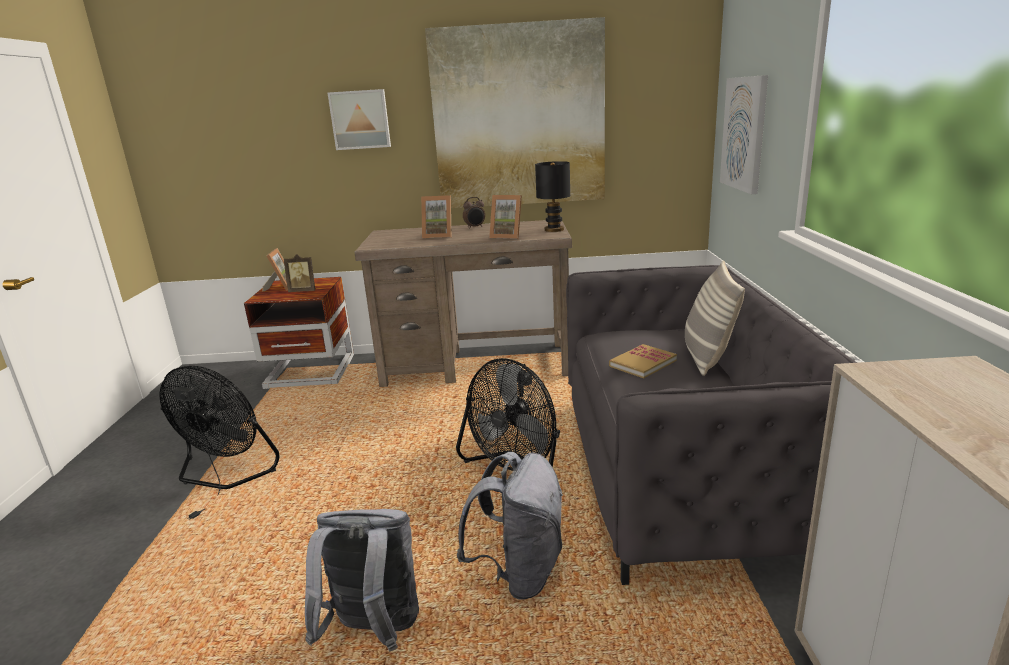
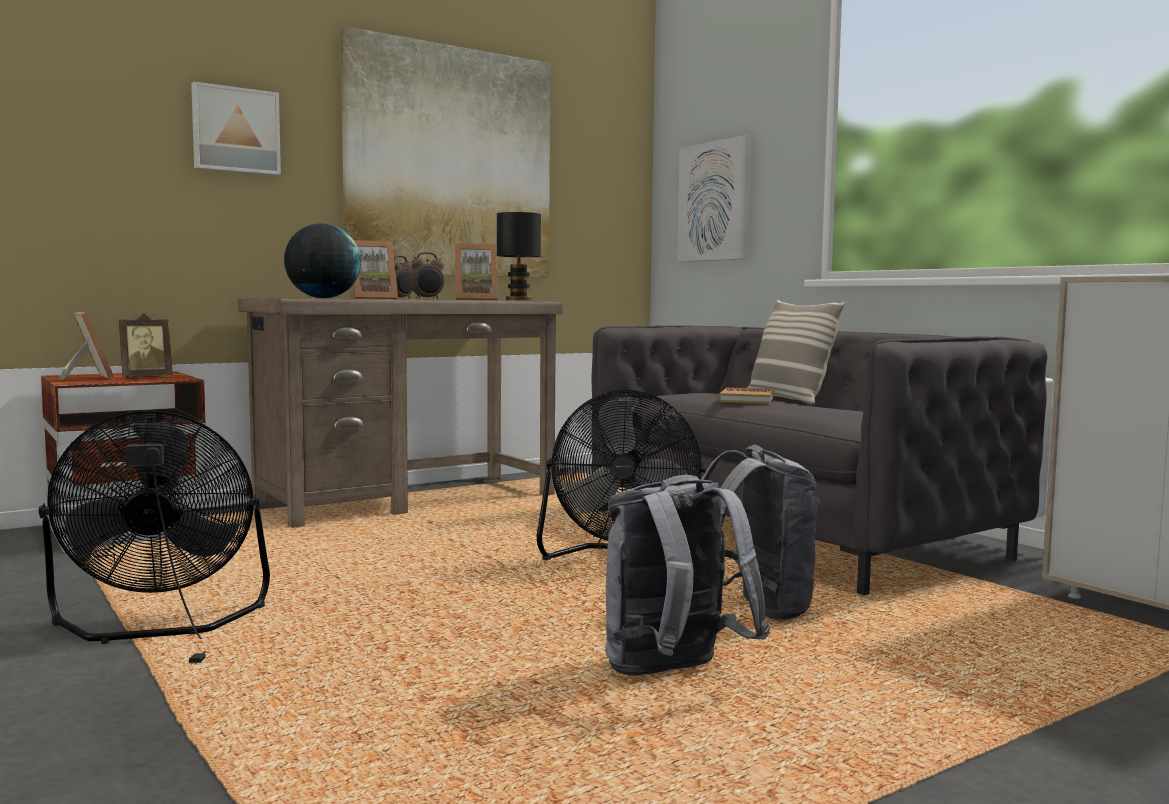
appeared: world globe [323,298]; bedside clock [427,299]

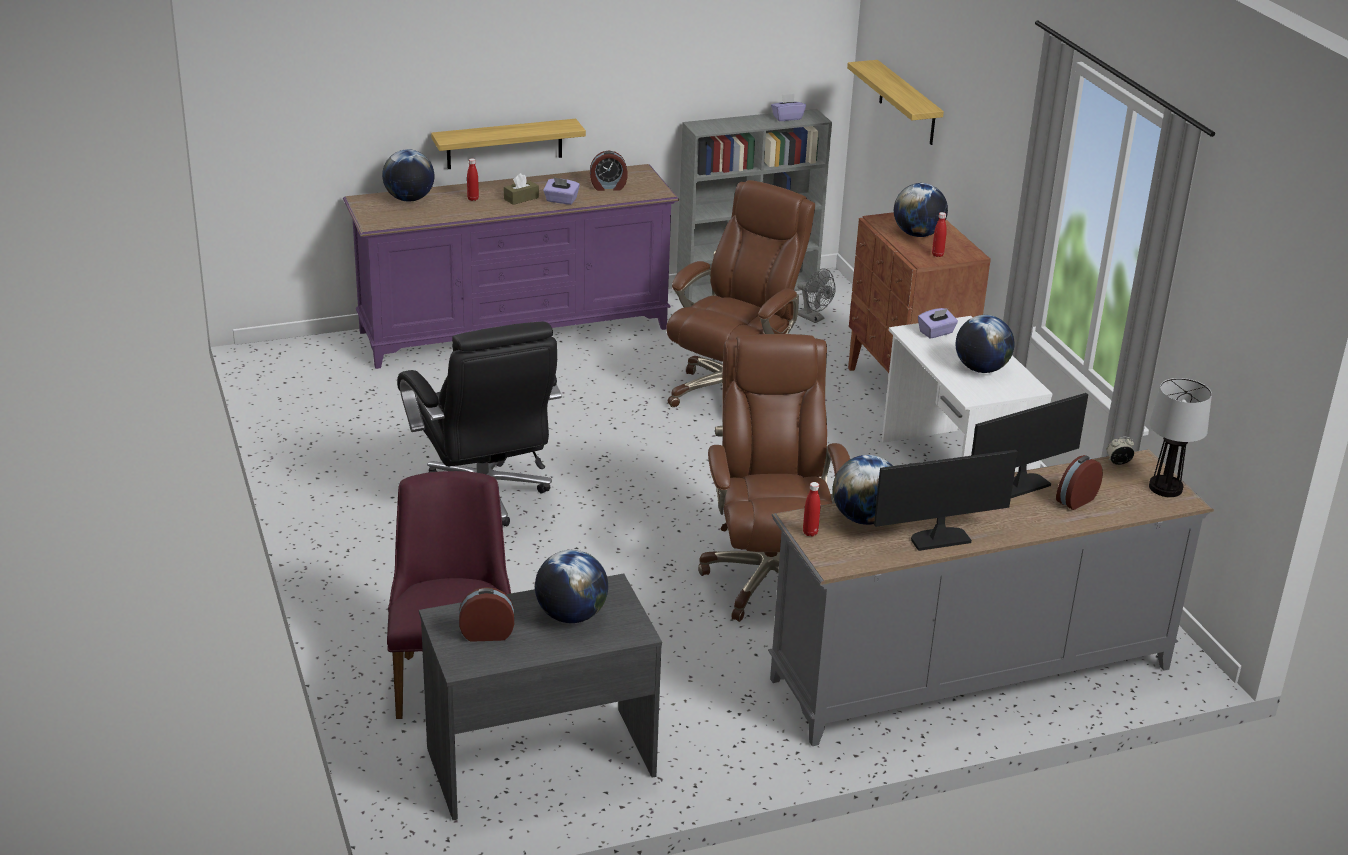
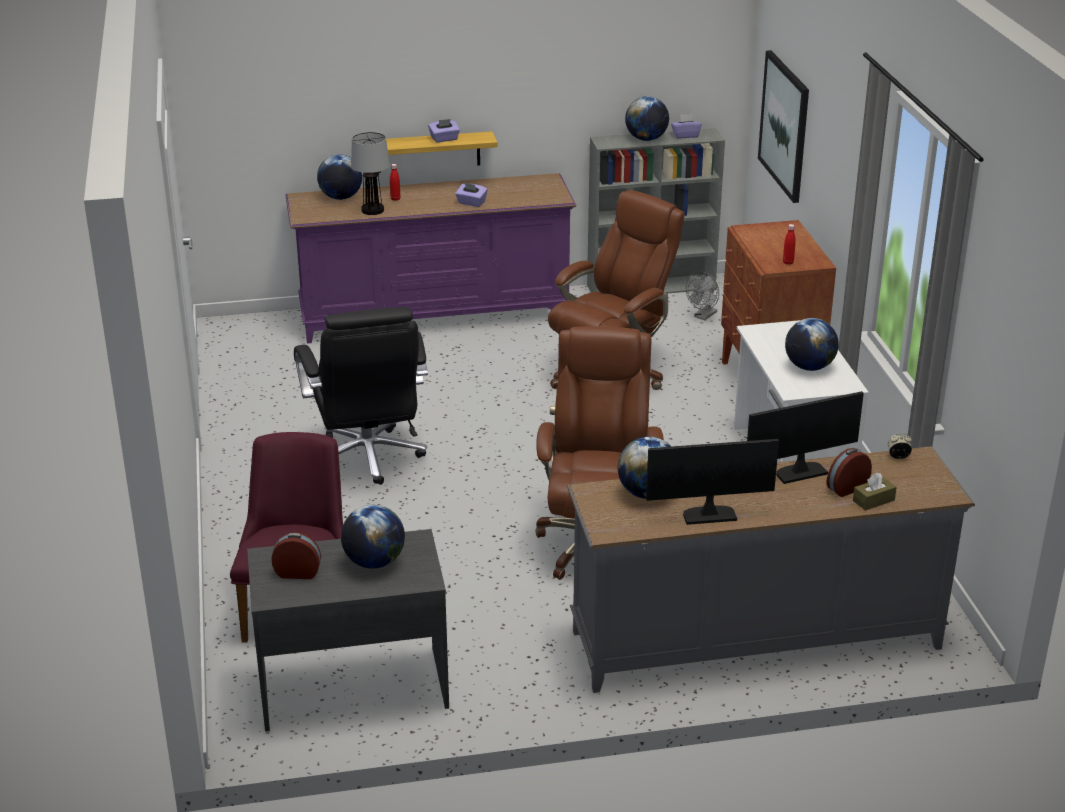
missing: bedside clock [608,187]; red-coloured beverage bottle [810,533]
relocated: brown box of tissues [521,198] to [873,500]; world globe [918,234] to [646,139]; purple-coloured box of tissues [936,333] to [444,139]; tabletop lamp [1166,488] to [372,210]
exchanged: shelf [907,103] to wall art [784,125]
spun: greyish fan [814,318] = [703,316] 75 degrees clockwise

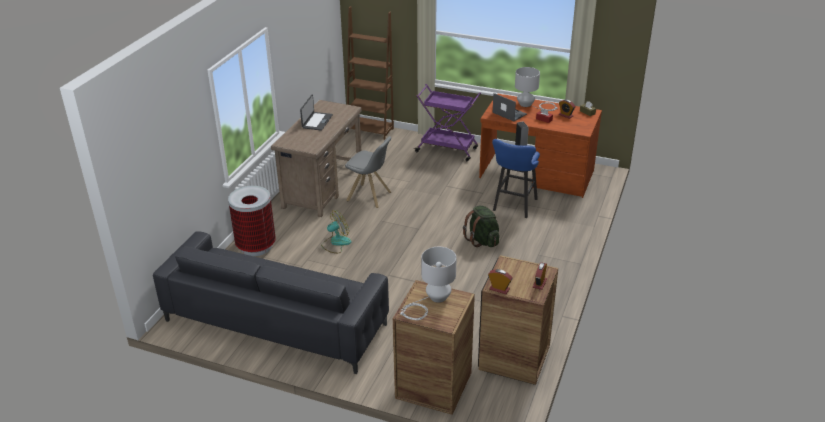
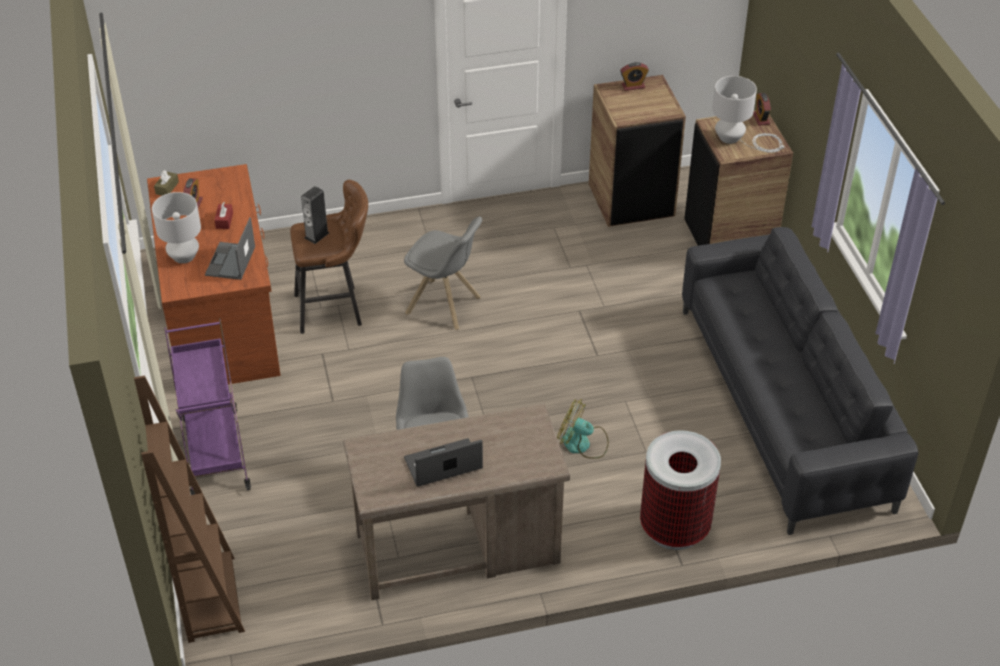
relocated: bedside clock [499,289] to [761,118]
exchanged: green-coloured rucksack [482,240] to greyish chair [444,305]
colour: bluish stool [513,207] to brown stool [337,308]

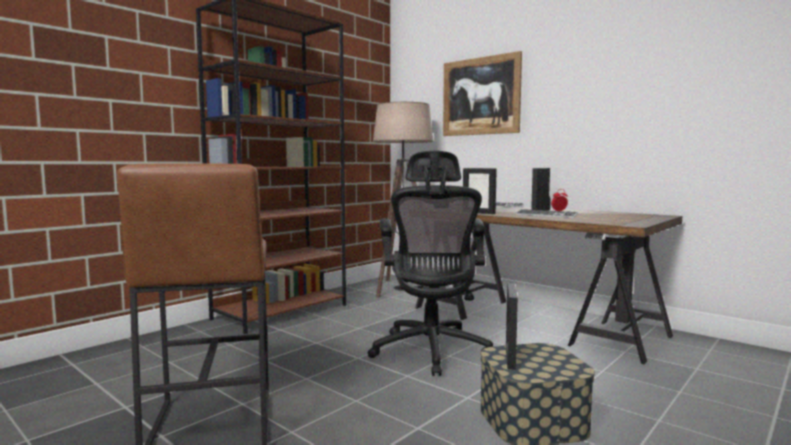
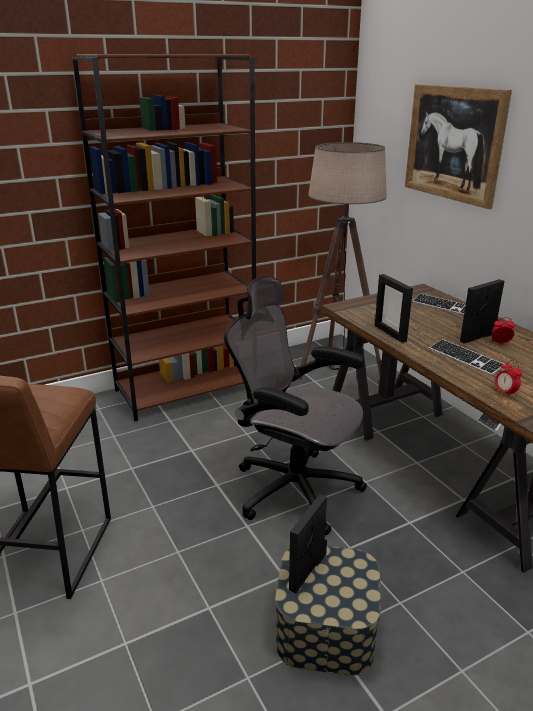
appeared: bedside clock [505,393]
spun: desk chair [430,351] = [295,491] 105 degrees clockwise

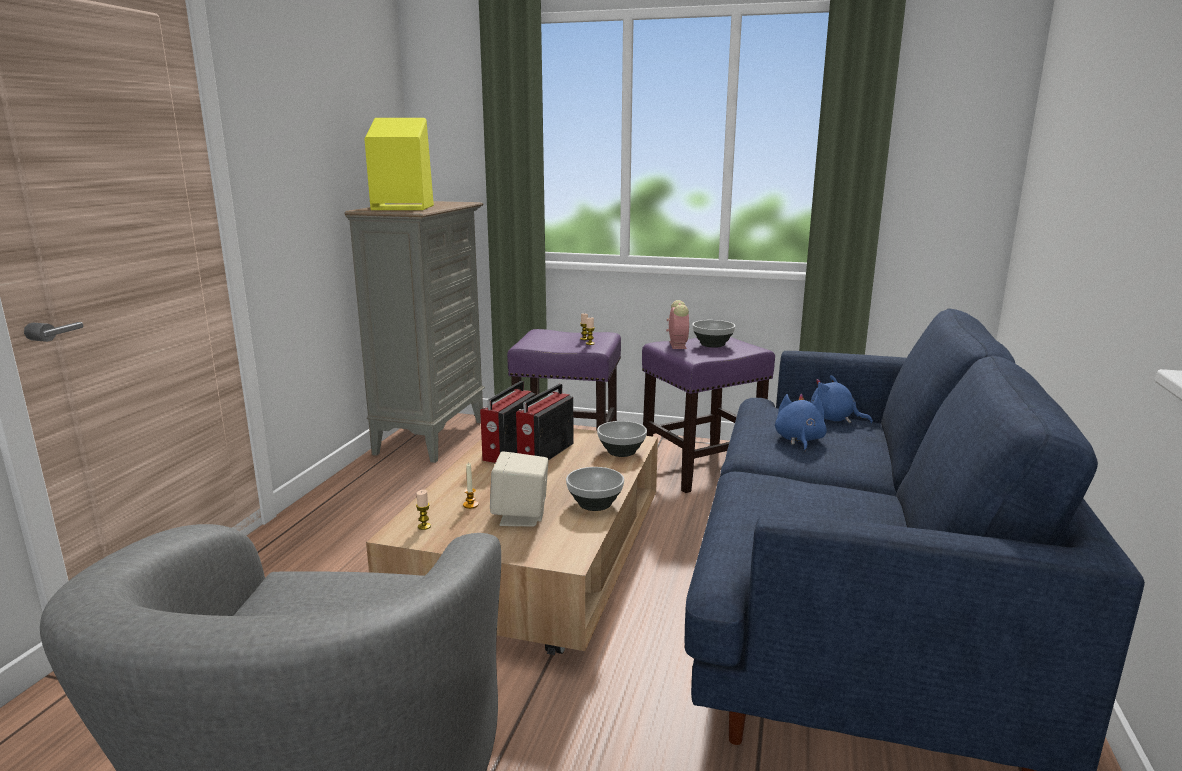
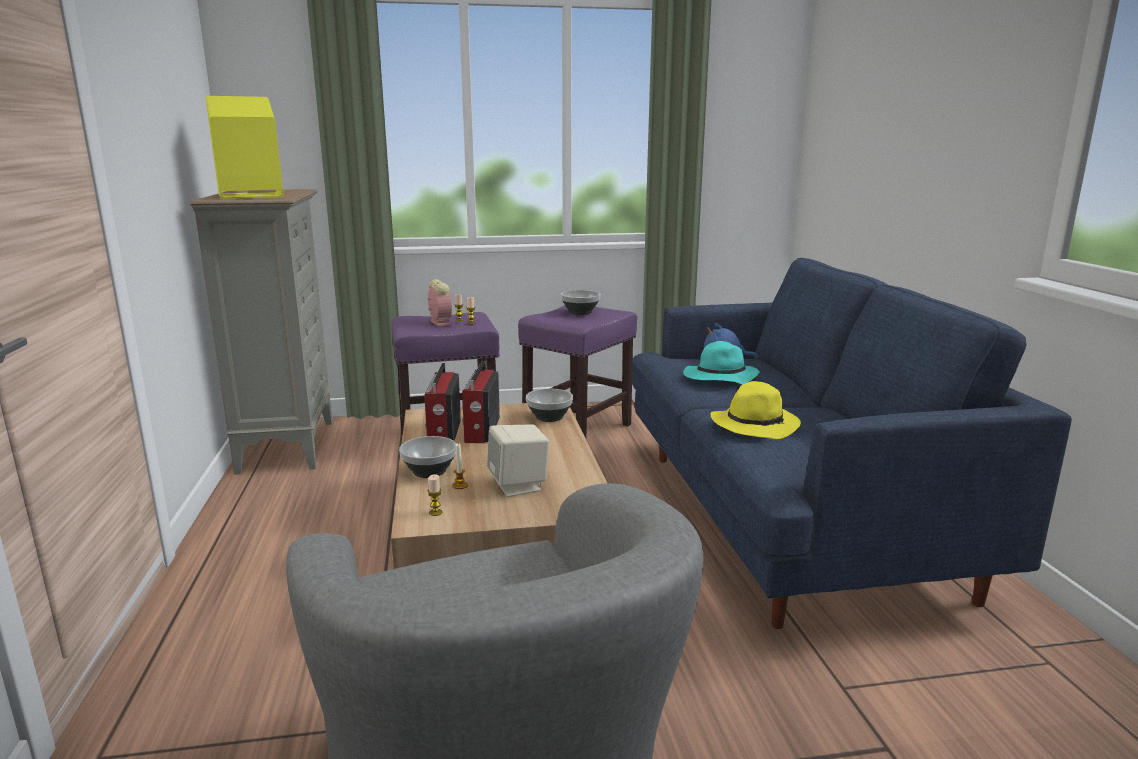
appeared: yellow wearable hat [755,425]
relocated: bedside clock [677,345] to [439,322]; deep dish [595,503] to [430,471]
exchanged: bluish cuddly toy [799,440] to turquoise wearable hat [719,378]

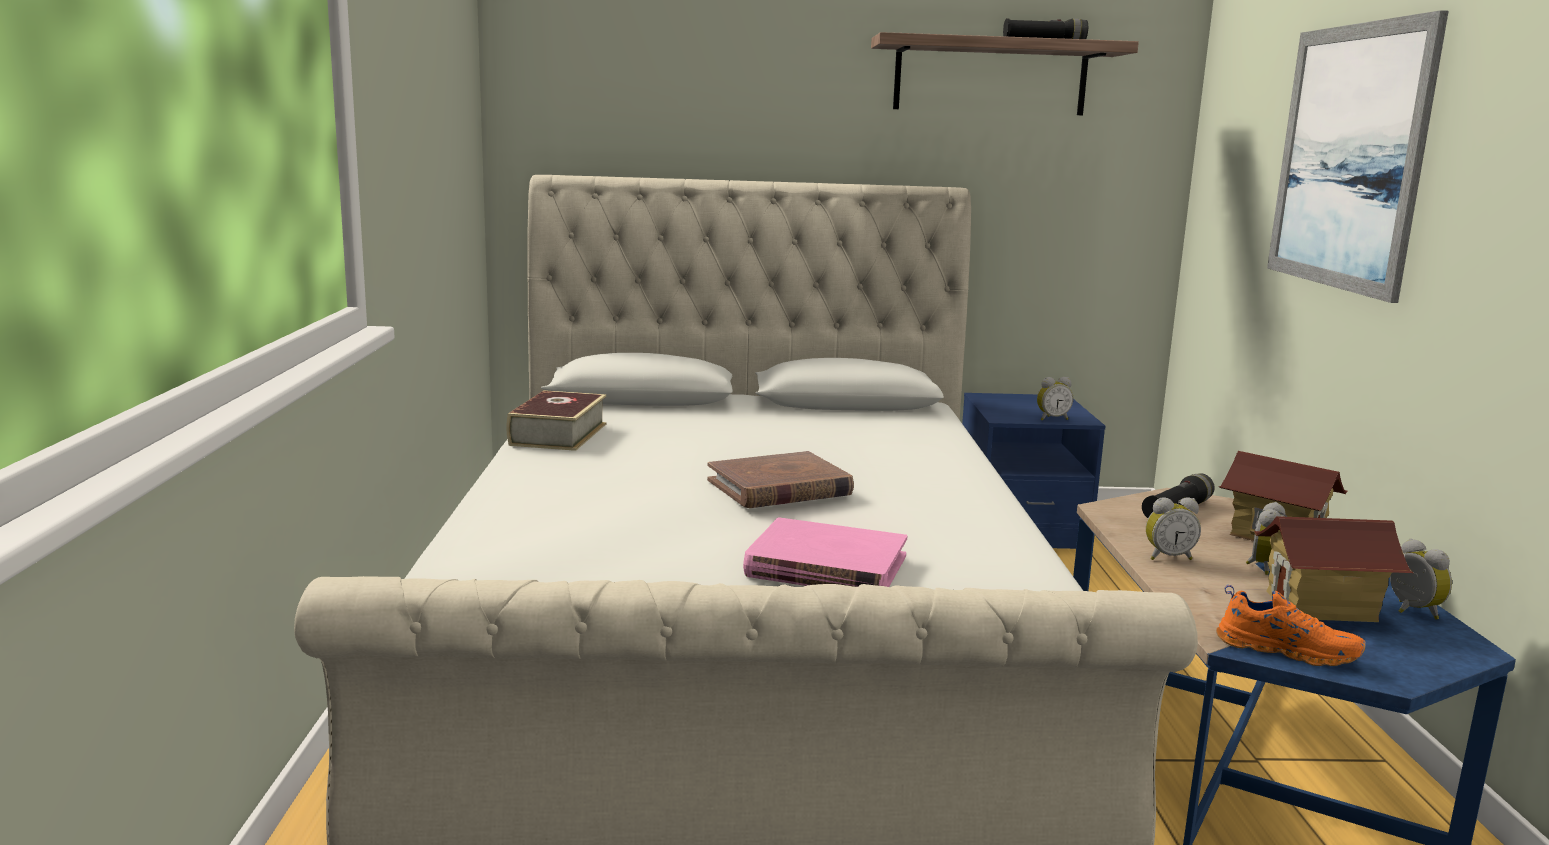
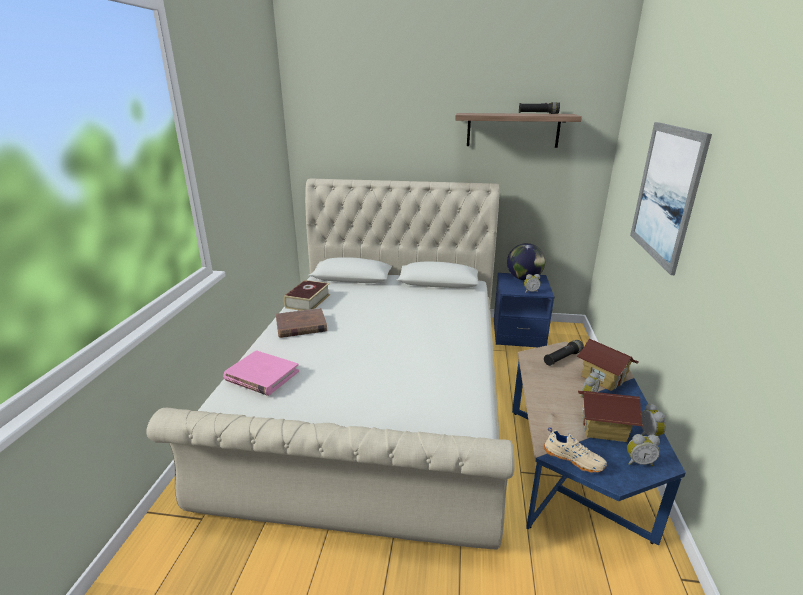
appeared: world globe [524,279]
relocated: brown bound book [779,487] to [301,326]; bedside clock [1167,557] to [638,462]; pink bound book [826,566] to [261,376]
colour: orange-coloured low shoe [1287,651] to sand-coloured low shoe [573,459]

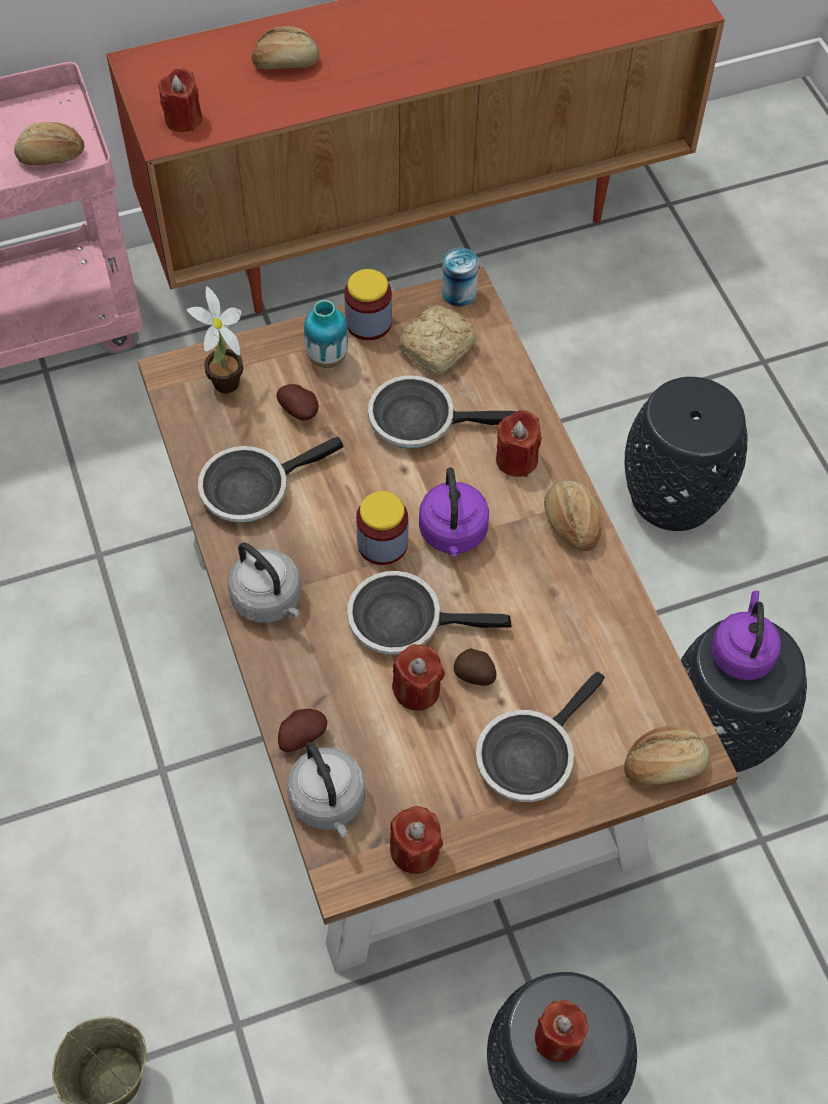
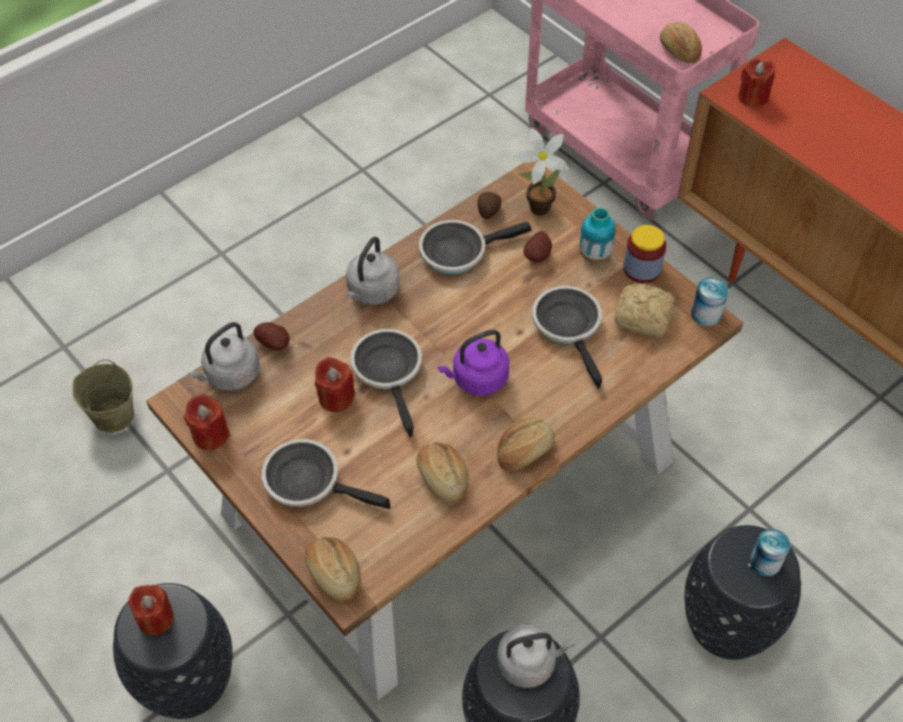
missing: red-coloured candle [516,459]; preserve jar [382,543]
appeared: can [765,562]
relocated: baked bread [285,62] to [442,478]; potato [475,675] to [488,212]
colour: purple-coloured kettle [742,652] to greyish kettle [529,663]
spun: pan [251,488] = [458,252] 60 degrees counterclockwise

